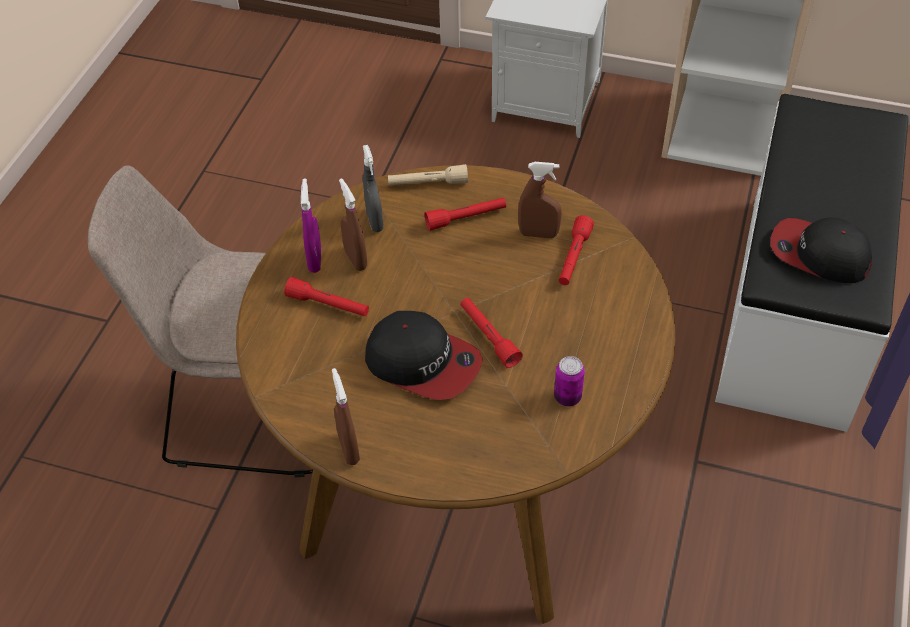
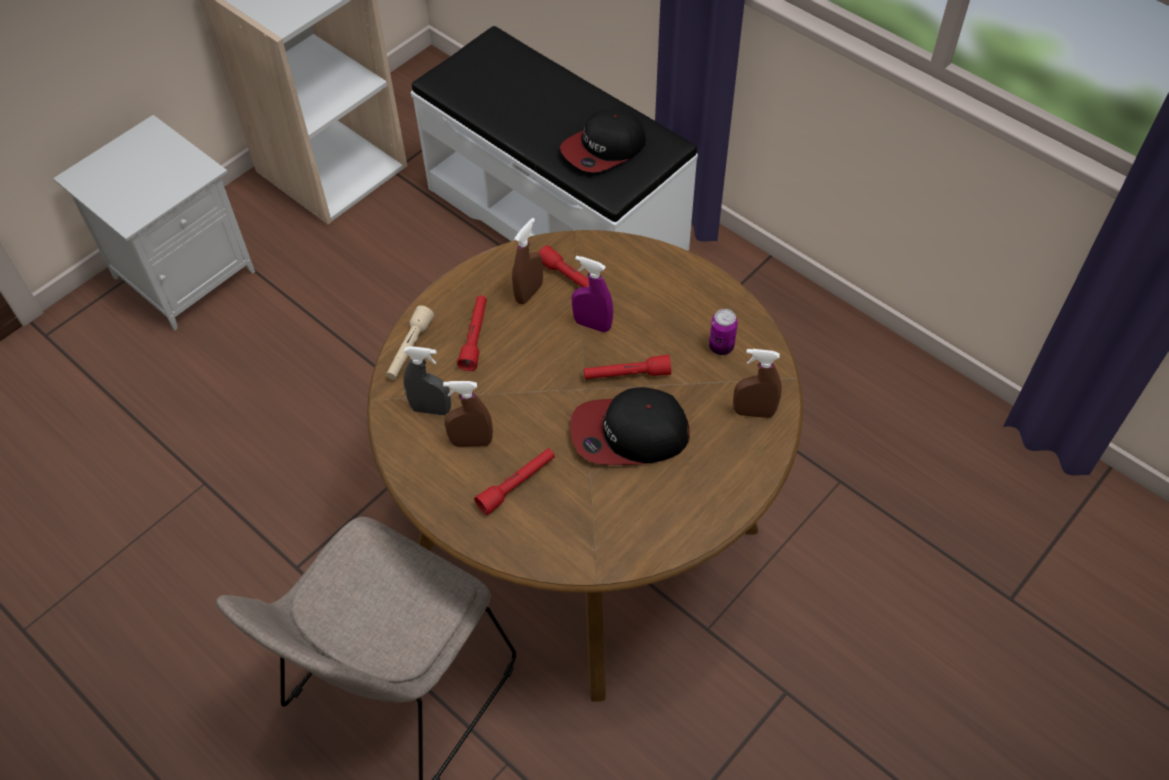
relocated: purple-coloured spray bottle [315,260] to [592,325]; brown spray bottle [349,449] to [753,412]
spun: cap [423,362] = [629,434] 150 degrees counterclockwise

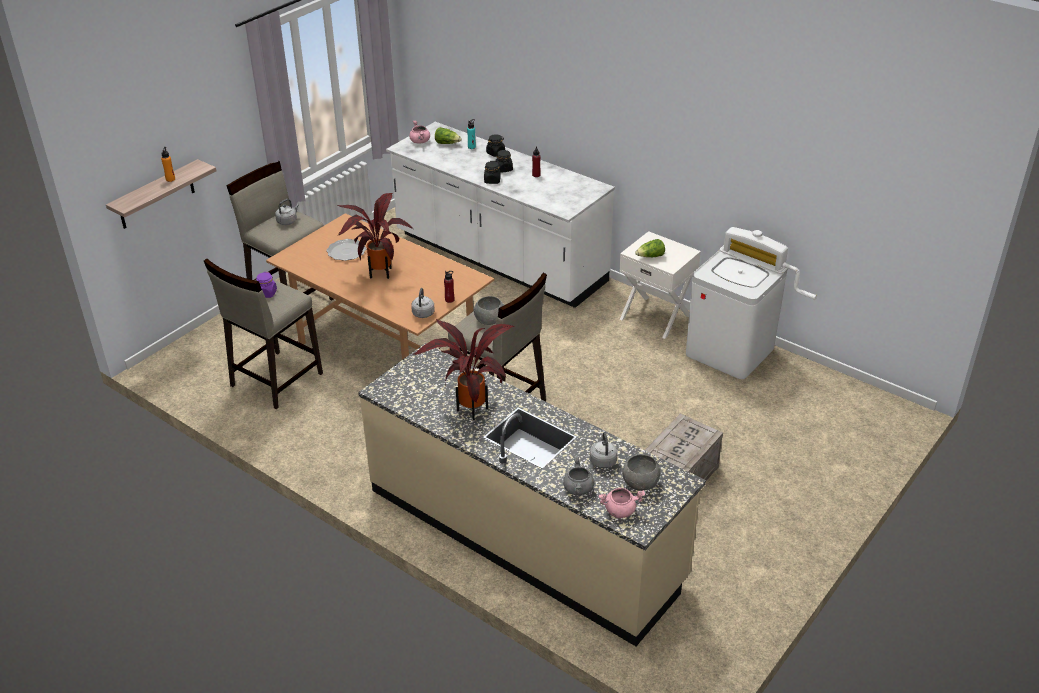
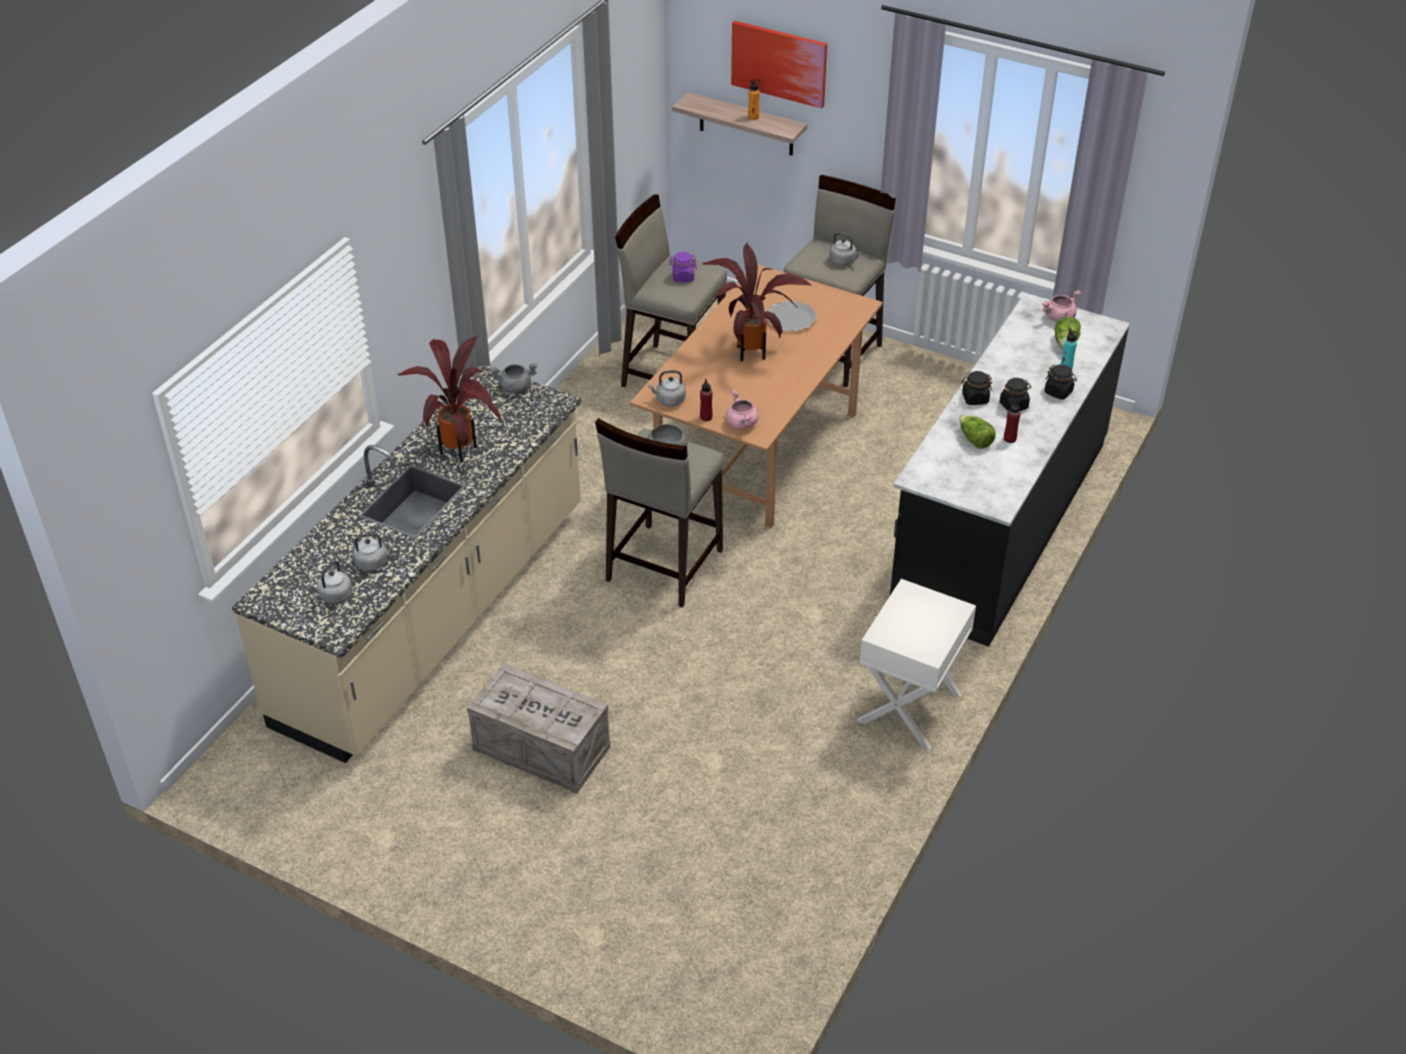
missing: whitish laundry appliance [732,353]
appeared: wall art [779,63]
relocated: lettuce [650,256] to [974,440]; greyish stockpot [578,489] to [515,388]; pink stockpot [620,510] to [742,424]
exchanged: greyish deep dish [640,483] to greyish kettle [334,597]
colour: whitish kitchen base unit [499,259] to black kitchen base unit [998,522]

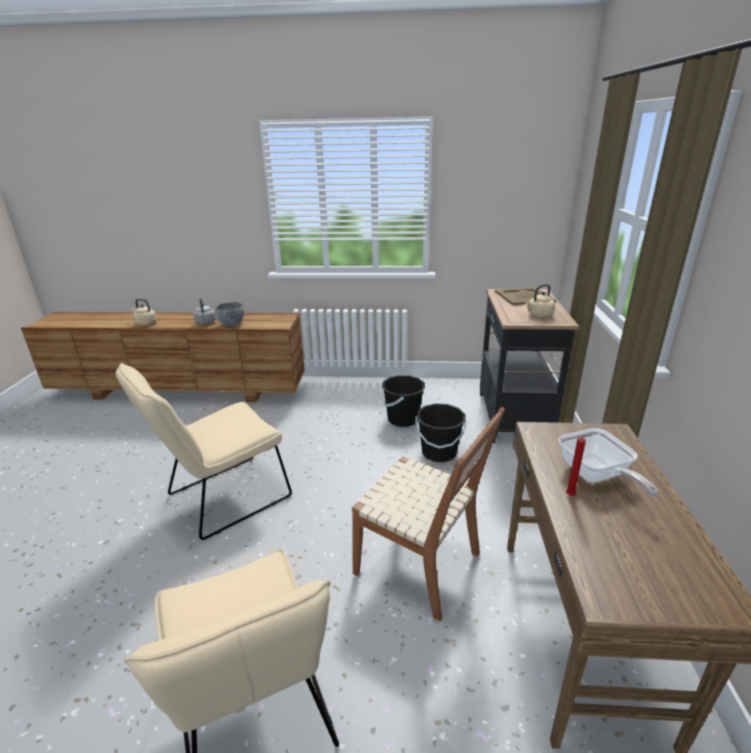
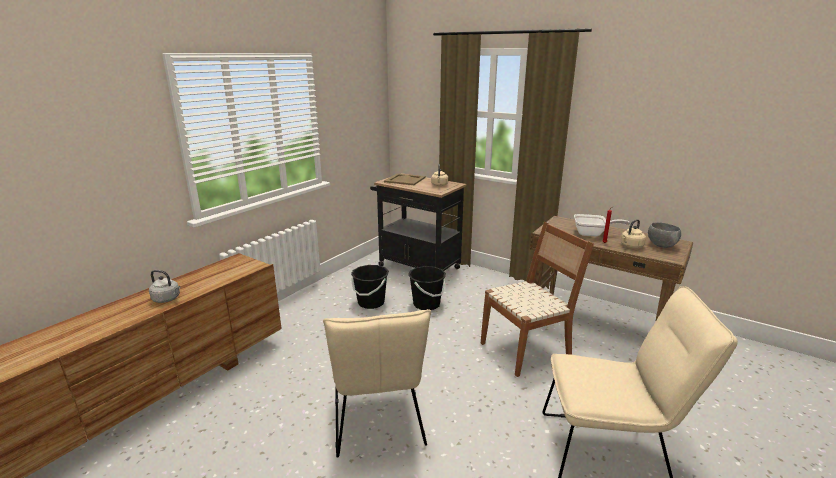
relocated: sand-coloured kettle [145,323] to [631,246]; greyish deep dish [231,324] to [661,246]

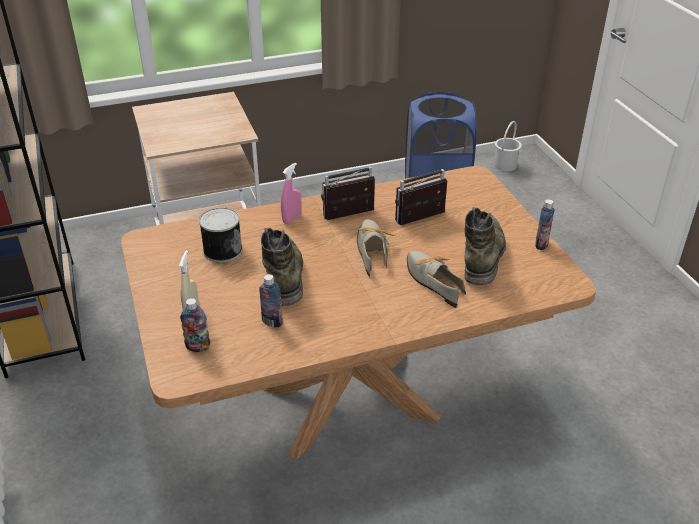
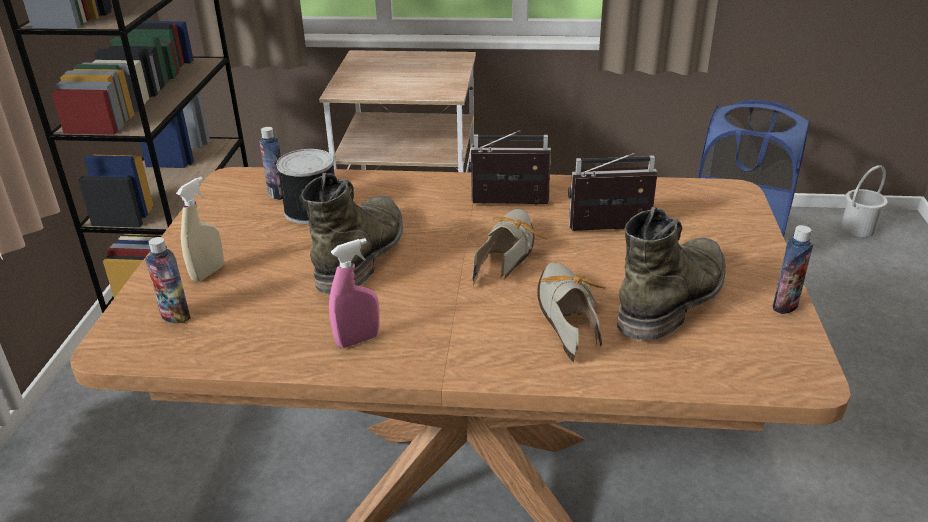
relocated: pink spray bottle [292,218] to [357,340]; beverage bottle [272,322] to [277,194]

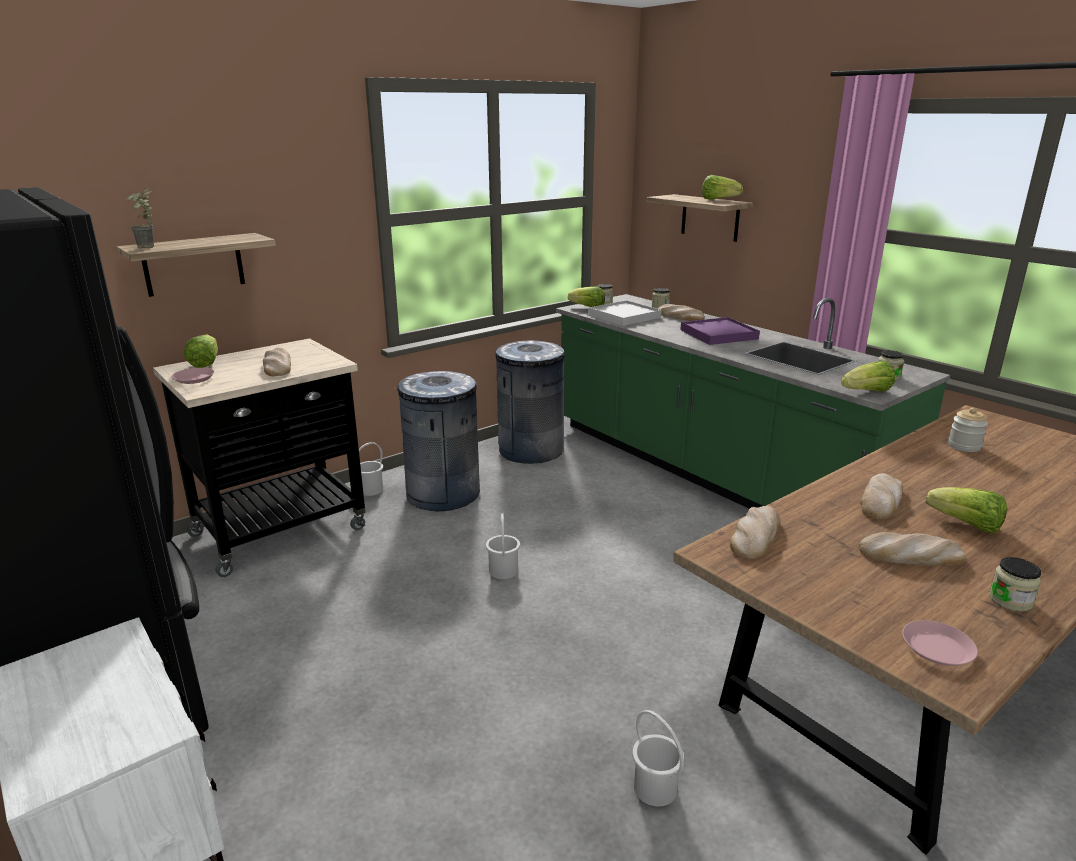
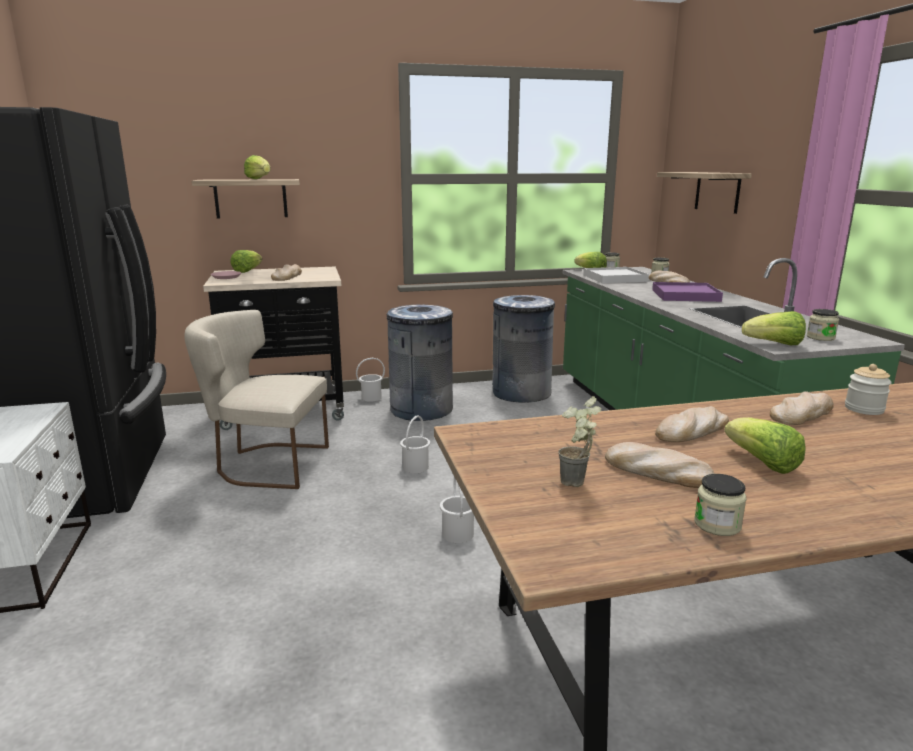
missing: pink plate [937,648]
appeared: sand-coloured chair [266,464]
relocated: lettuce [718,200] to [259,179]; plant in a pot [149,248] to [577,485]; baked bread [755,535] to [801,413]; whitish pail [655,788] to [457,534]

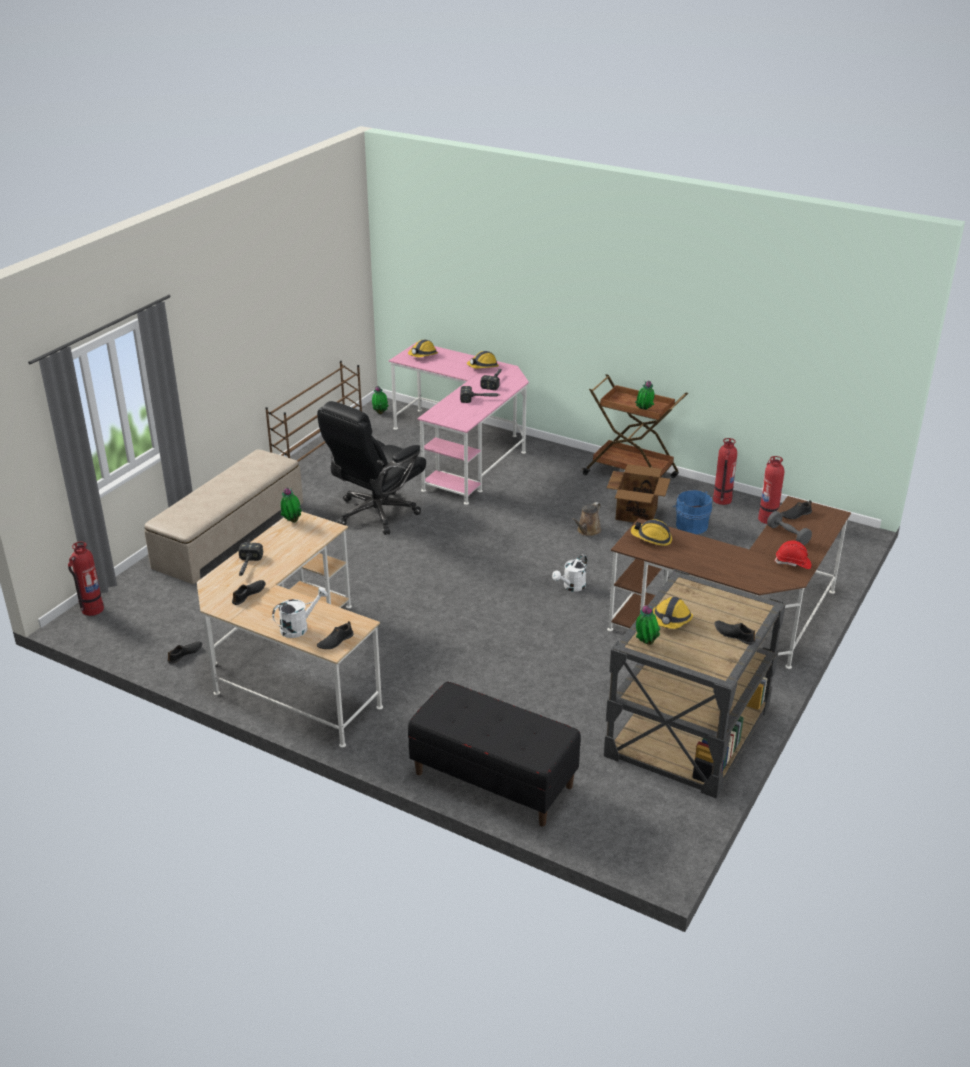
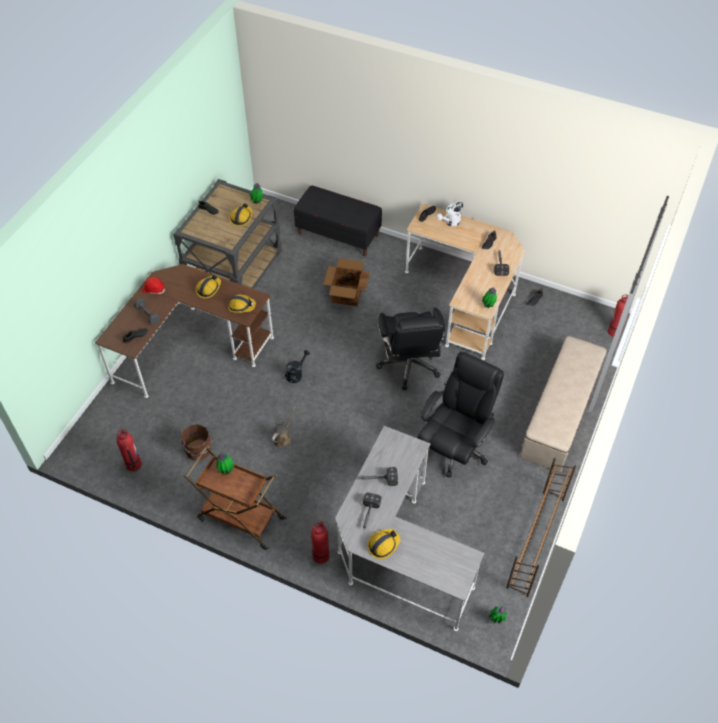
appeared: black desk chair [409,364]
relocated: hard hat [423,355] to [208,288]; fire-fighting cylinder [722,500] to [321,555]; carton [636,513] to [346,295]
colour: pink desk table [463,451] to greyish desk table [397,550]; bluish pail [690,525] to brown pail [199,451]; whitish watering pot [571,587] to black watering pot [296,374]

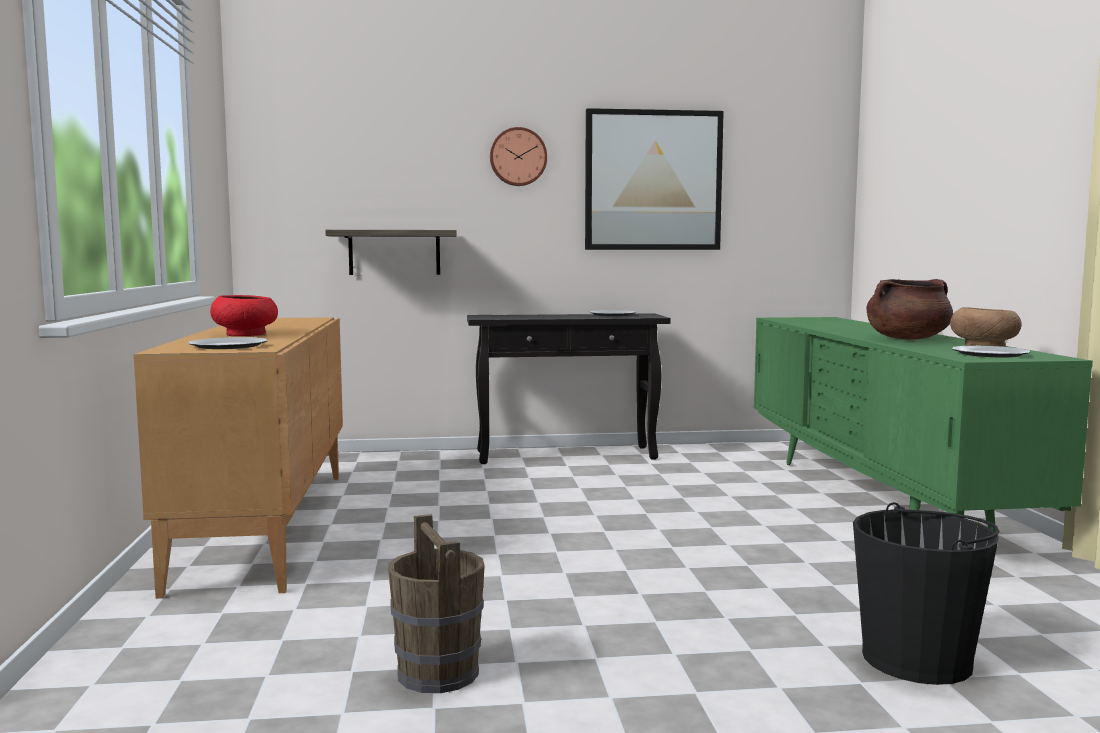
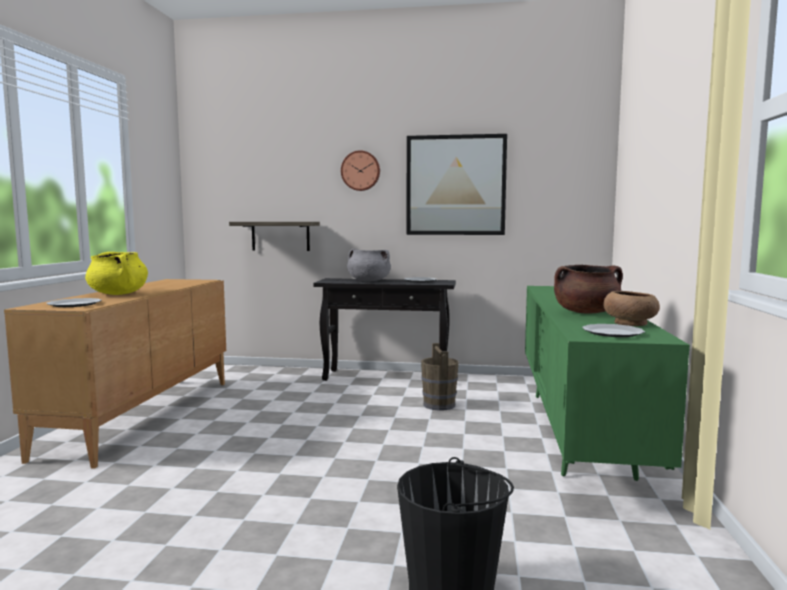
appeared: greyish stockpot [368,281]
relocated: brown pail [438,674] to [439,405]
exchanged: red-coloured deep dish [246,334] to yellow stockpot [118,294]

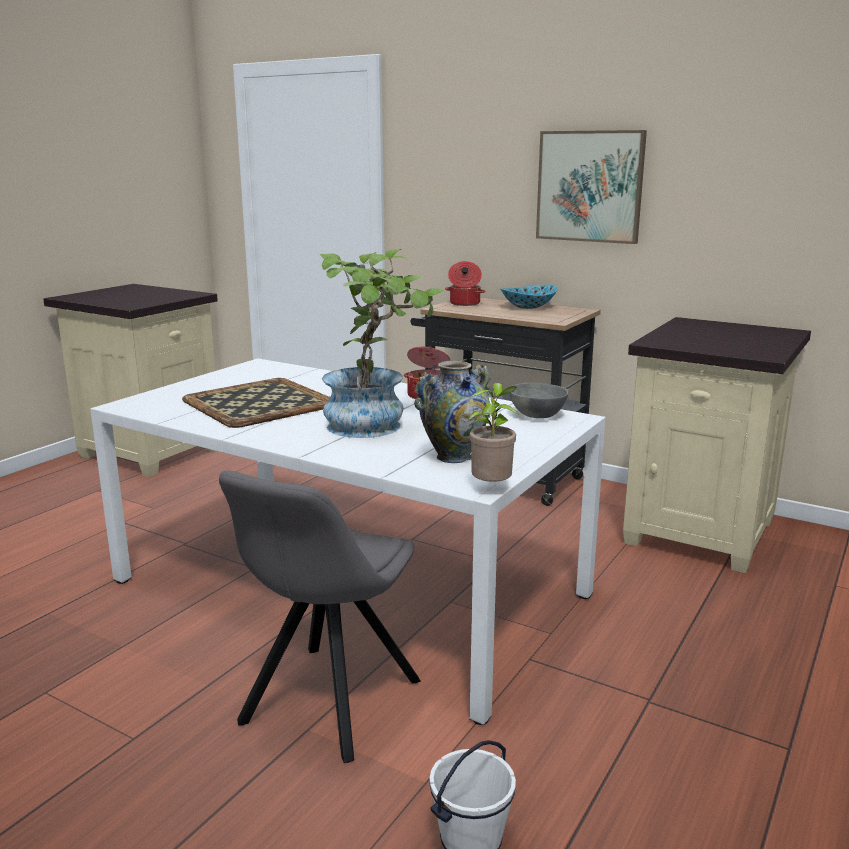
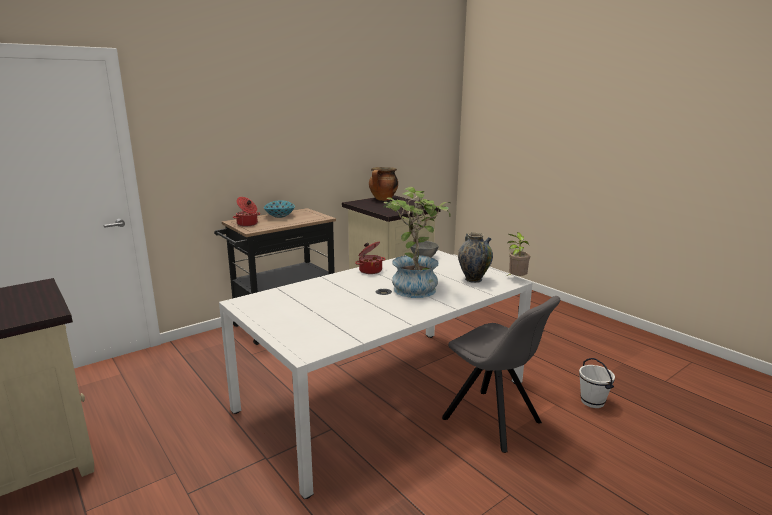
missing: wall art [590,186]; serving tray [257,403]
appeared: stockpot [383,199]

